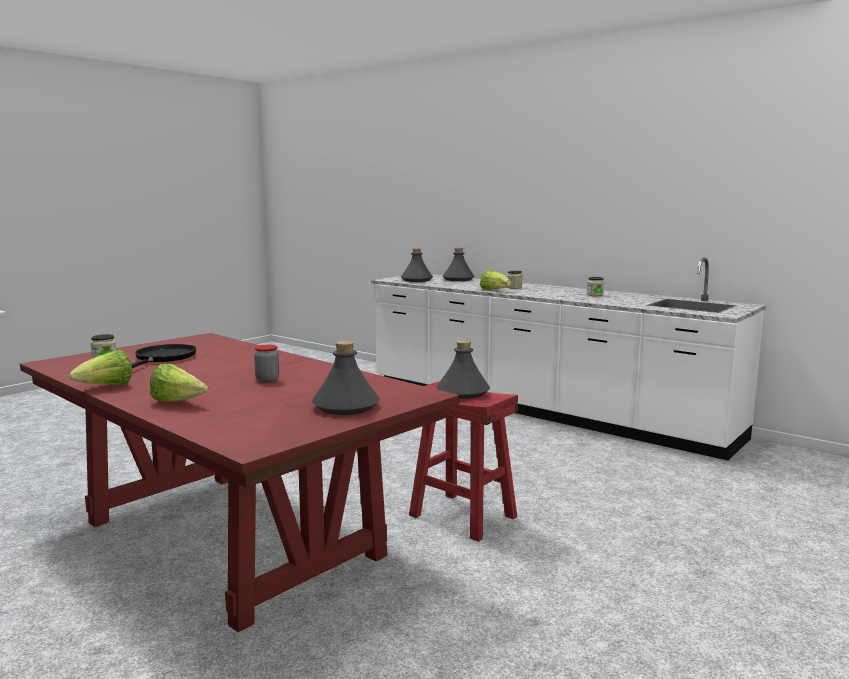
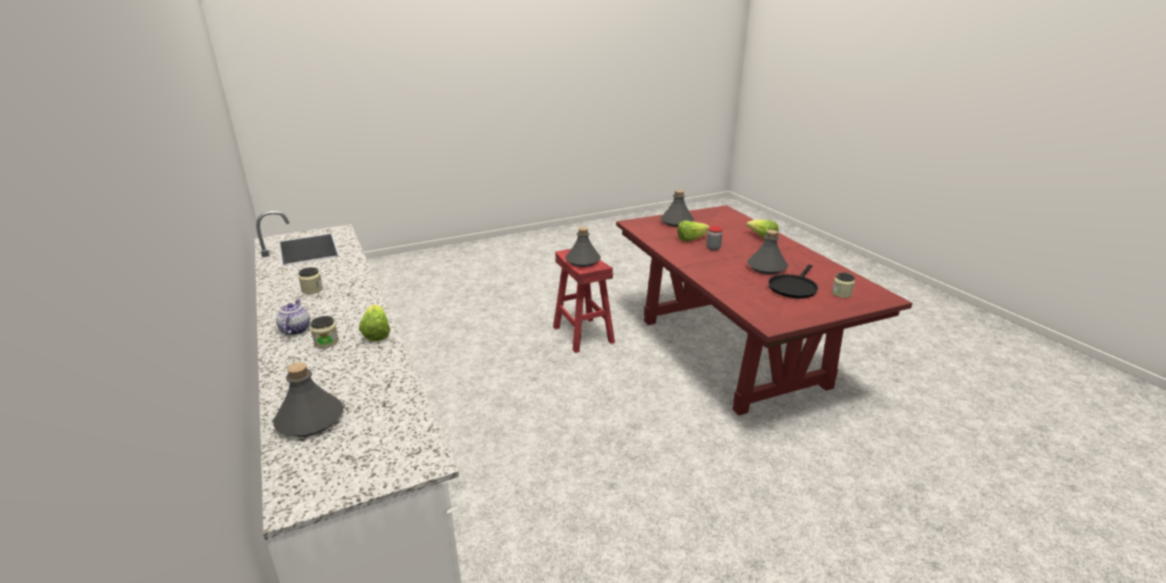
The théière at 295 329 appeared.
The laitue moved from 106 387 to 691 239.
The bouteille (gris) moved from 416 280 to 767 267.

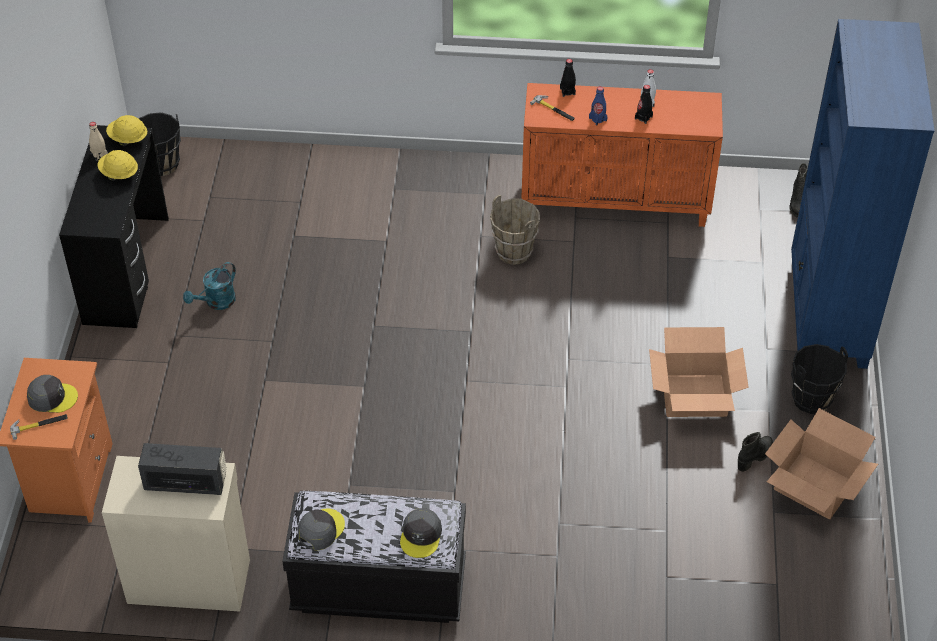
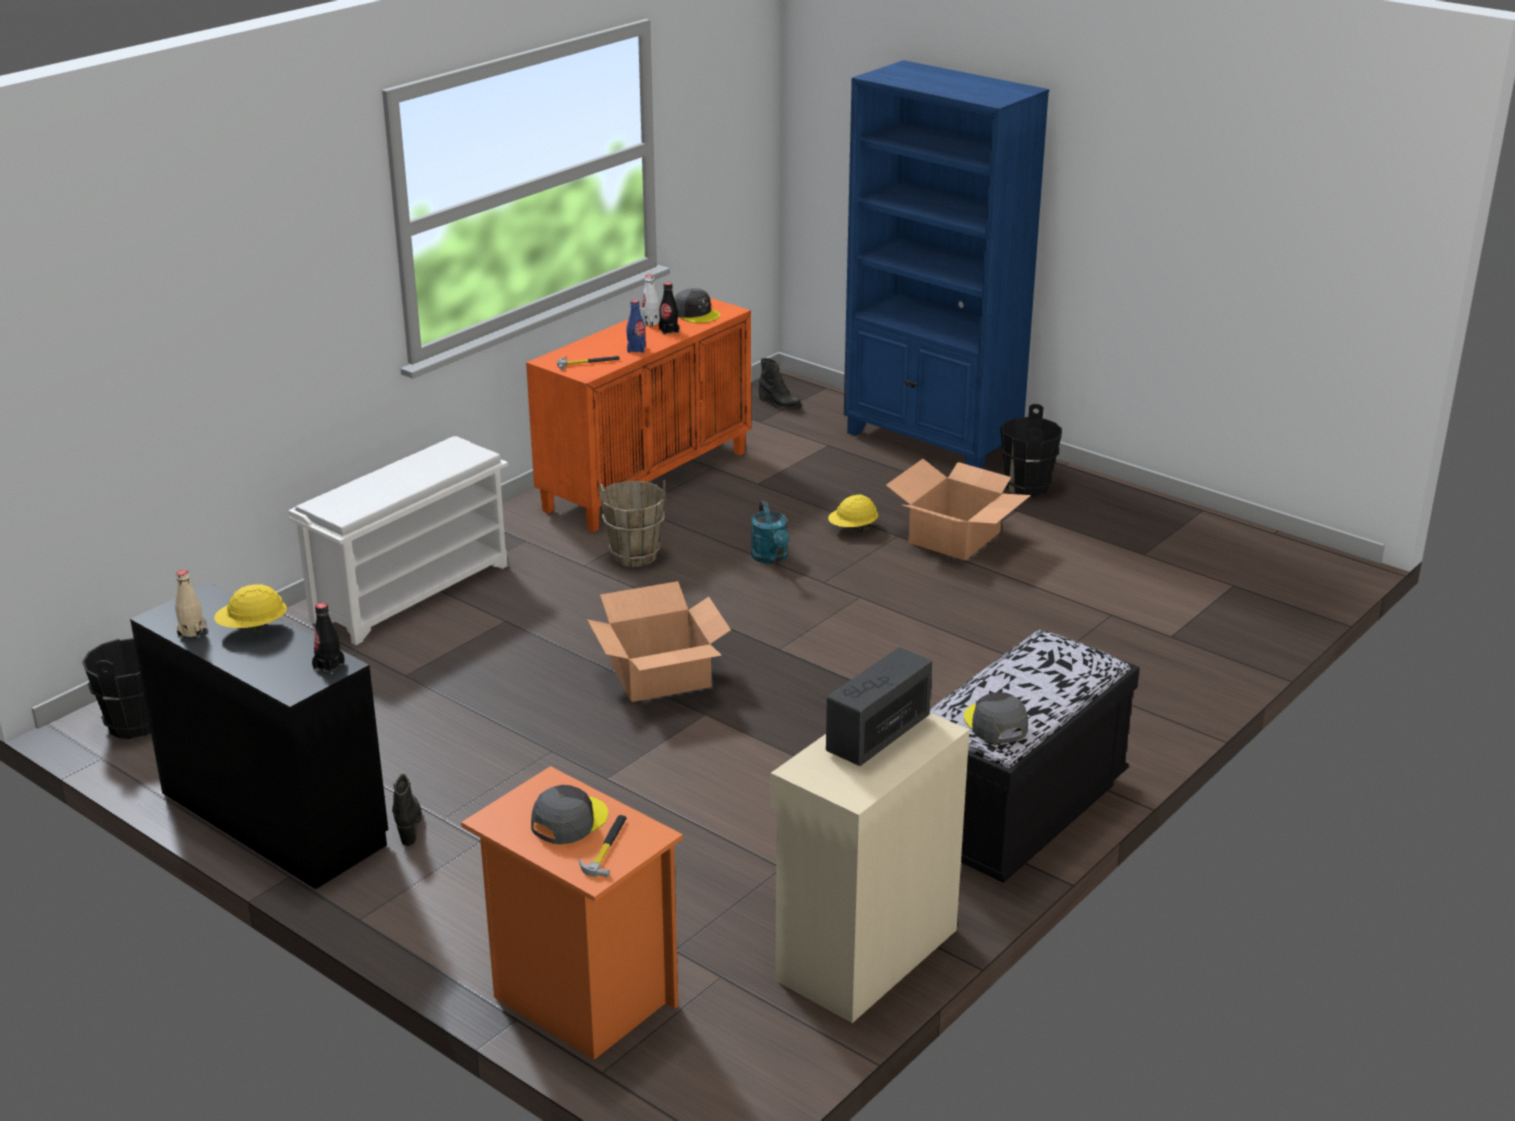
The étagère à chaussures (blanc) at 411 592 appeared.
The casque de chantier (jaune) moved from 128 139 to 853 529.
The arrosoir (turquoise) moved from 216 302 to 771 558.
The casquette (gris) moved from 421 536 to 696 313.
The bouteille (noir) moved from 567 91 to 329 666.
The botte (noir) moved from 755 457 to 408 824.
The carton moved from 814 486 to 661 676.

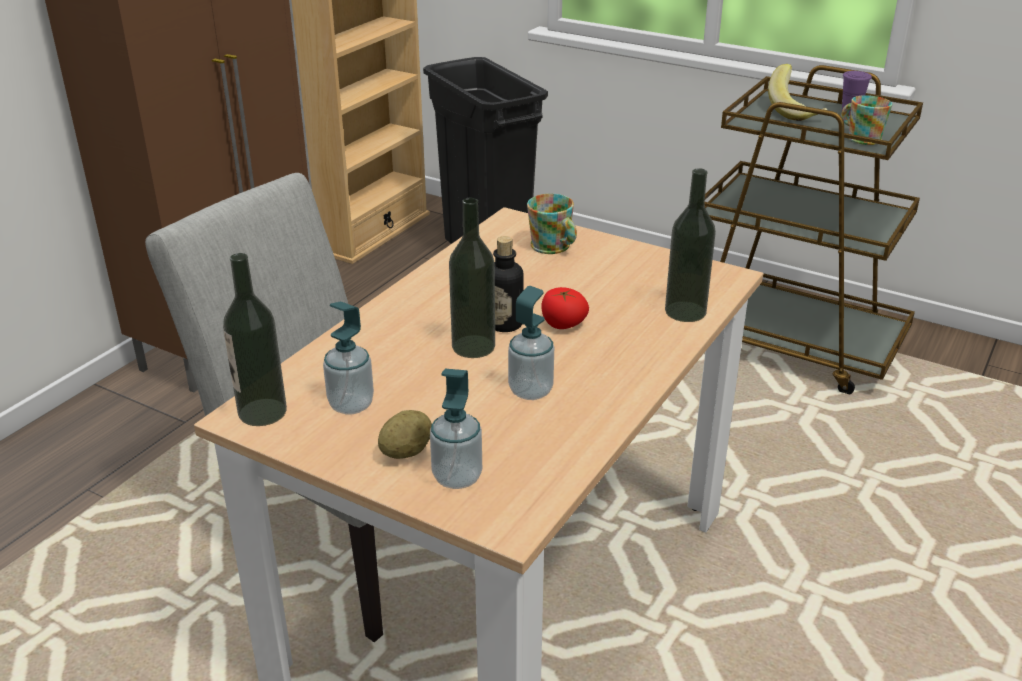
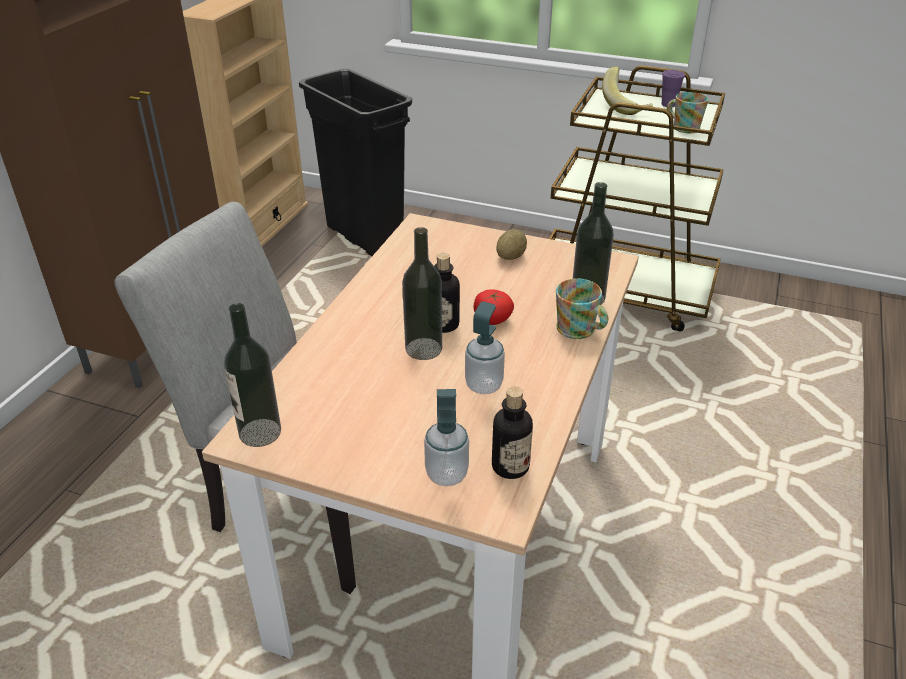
The distributeur de savon at 351 405 disappeared.
The bouteille at 510 466 appeared.
The pomme de terre moved from 406 452 to 510 257.
The mug moved from 553 248 to 580 330.

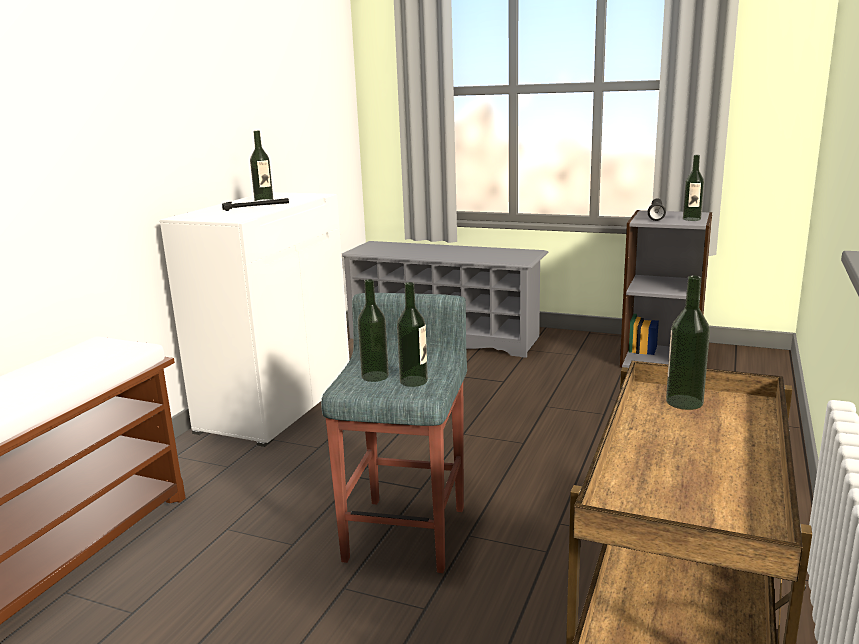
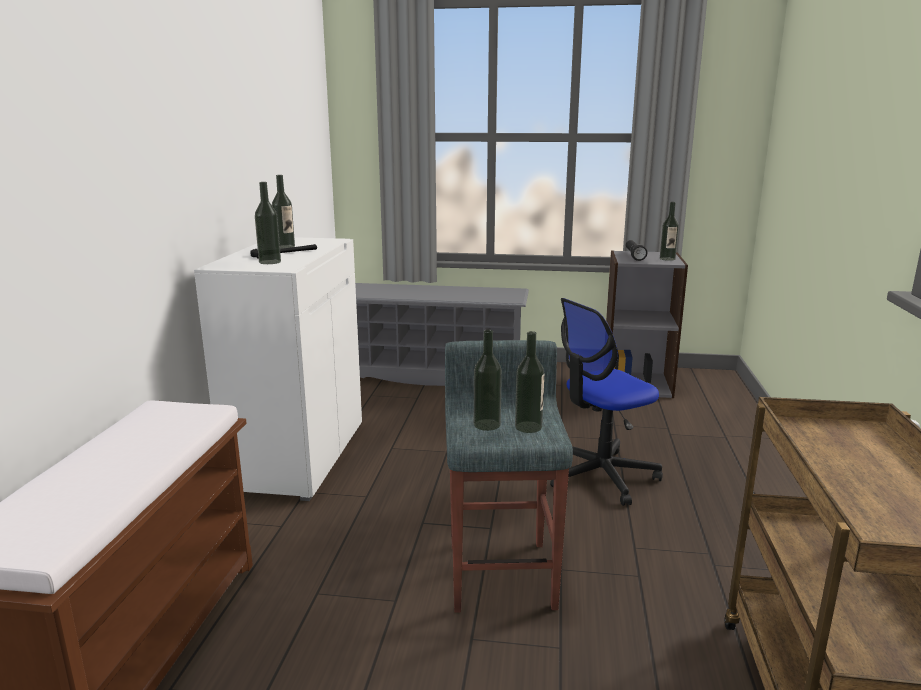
The chaise de bureau at 600 475 appeared.
The bouteille moved from 684 402 to 270 262.

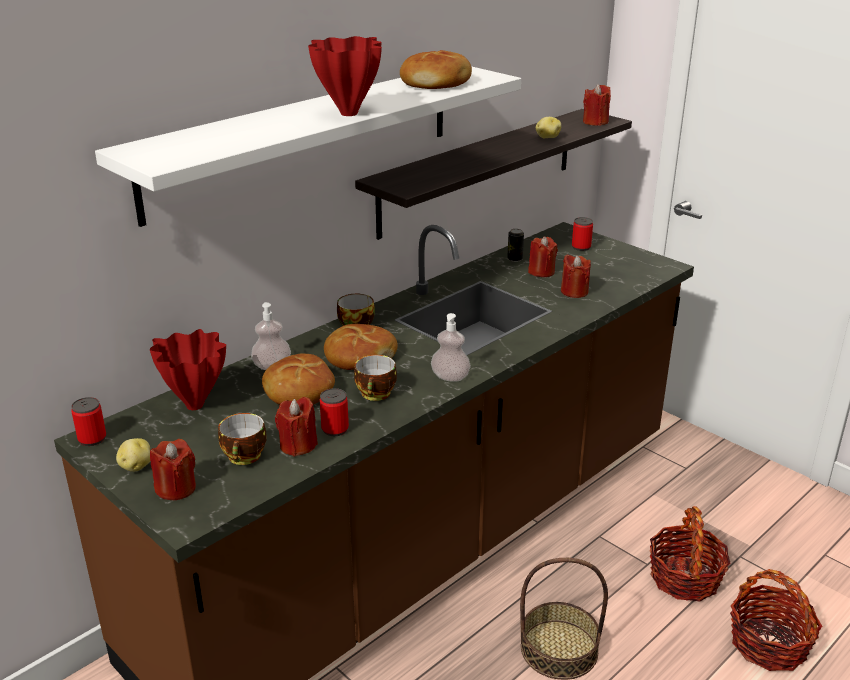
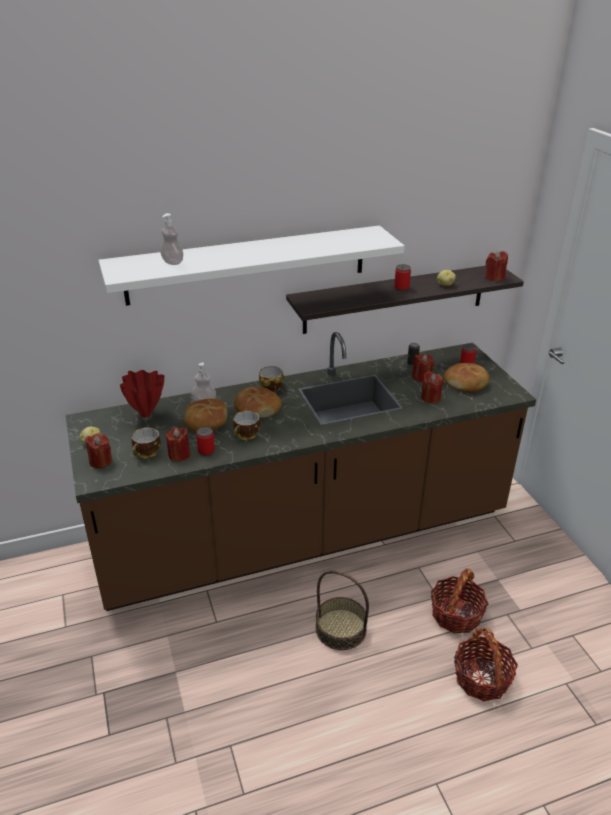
The vase (rouge) at 347 114 disappeared.
The boîte métallique moved from 92 439 to 401 288.
The pain moved from 437 83 to 466 383.
The distributeur de savon moved from 450 377 to 172 262.

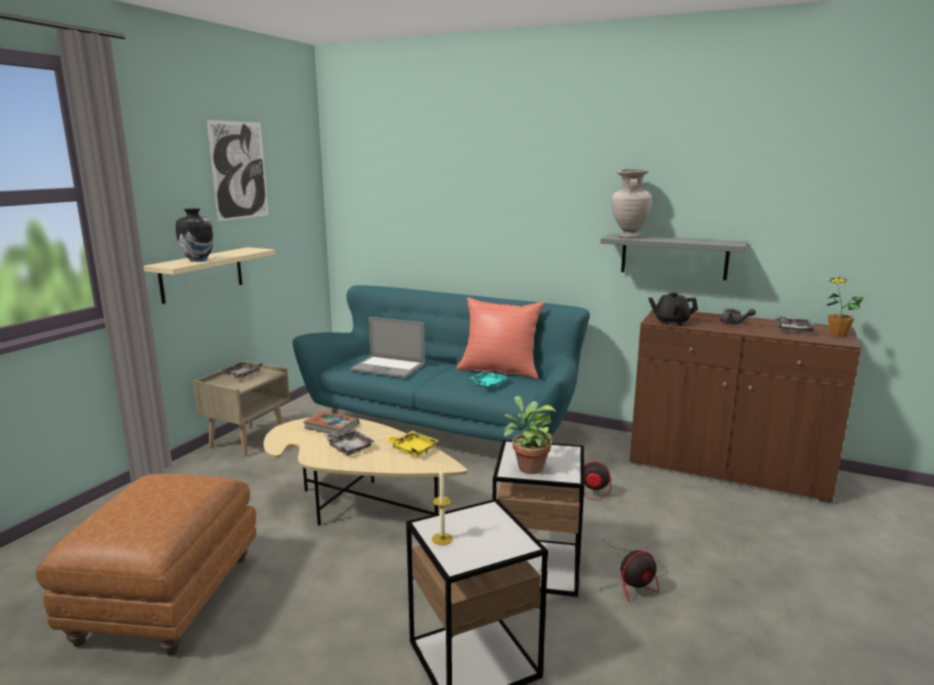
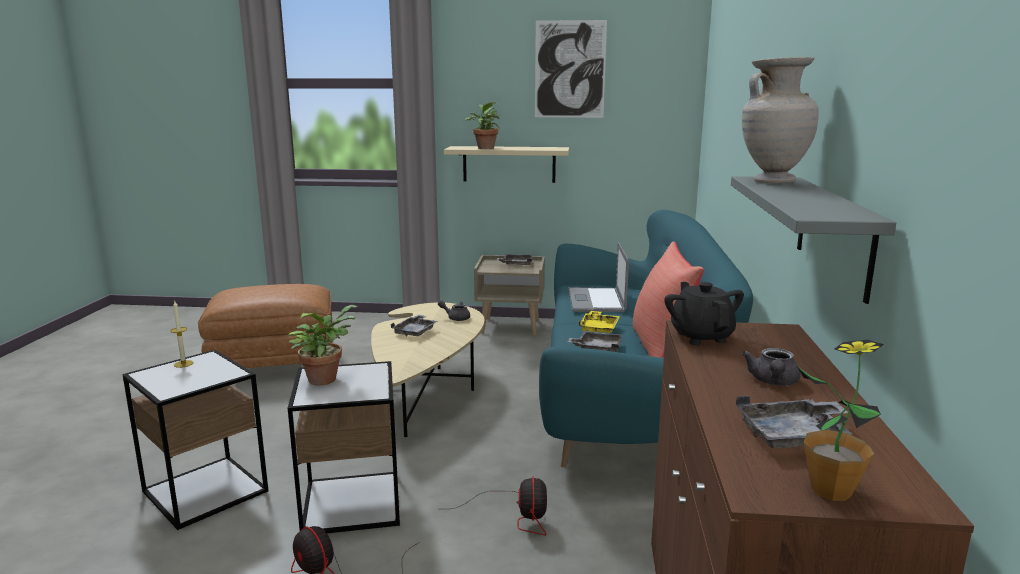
The plateau (jaune) moved from 412 449 to 599 328.
The vase at 198 260 was replaced by the plante en pot at 484 148.
The livre at 331 427 was replaced by the théière (gris) at 456 318.
The plateau (turquoise) at 489 384 became the plateau (gris) at 597 348.

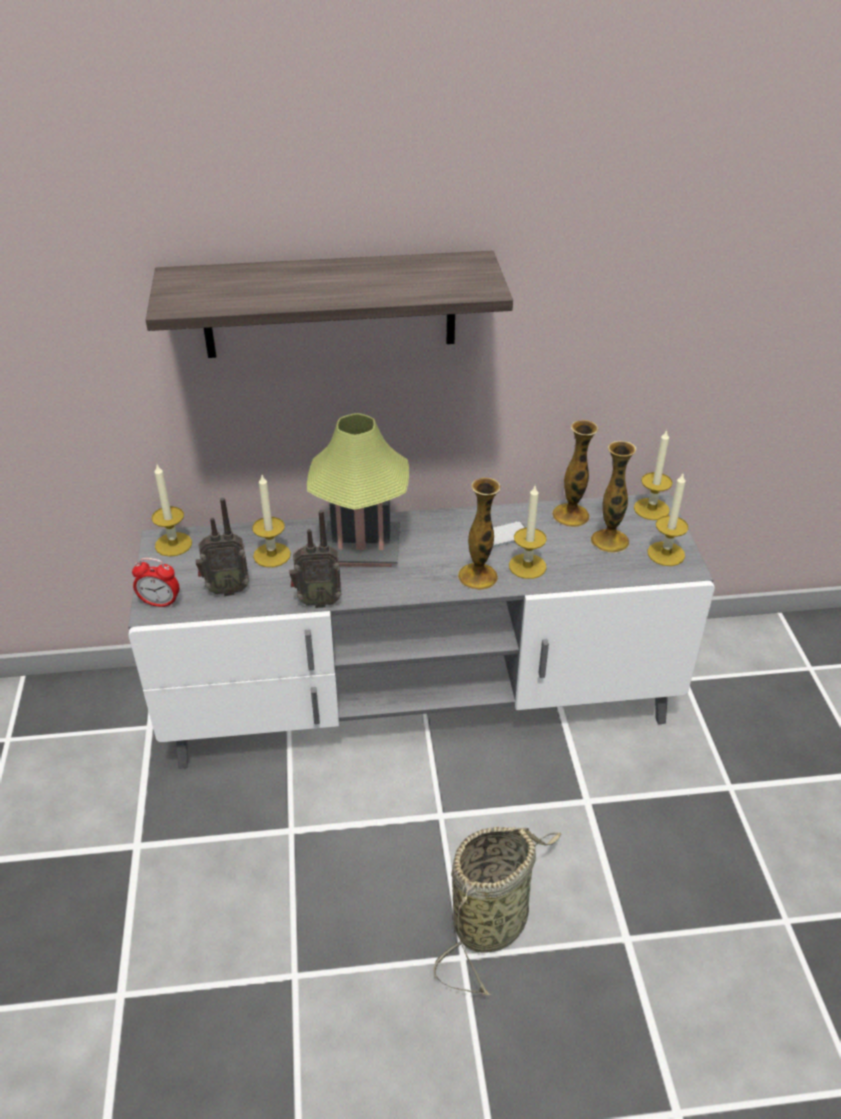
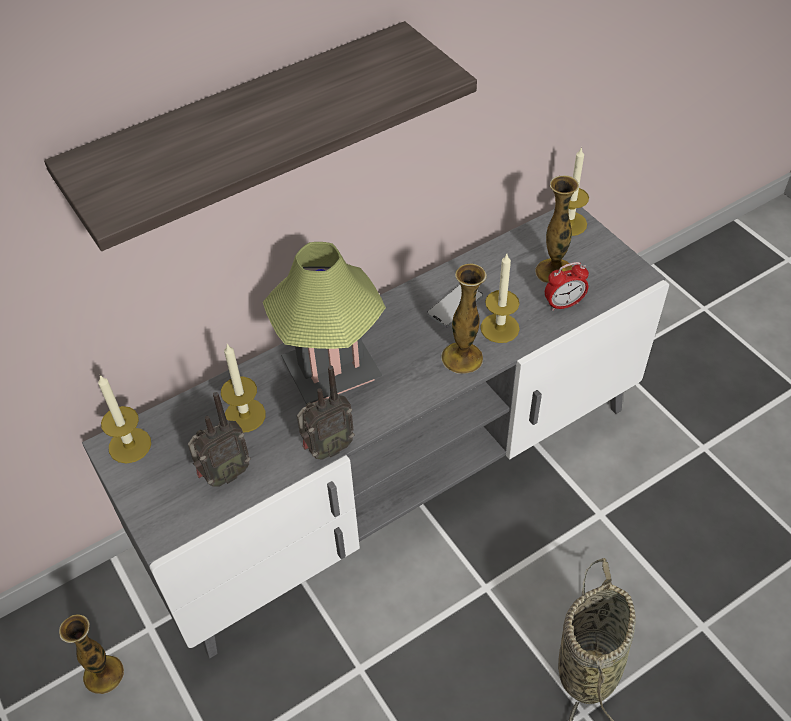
The bougie at 666 554 disappeared.
The réveil moved from 160 603 to 563 304.
The vase moved from 570 515 to 103 674.

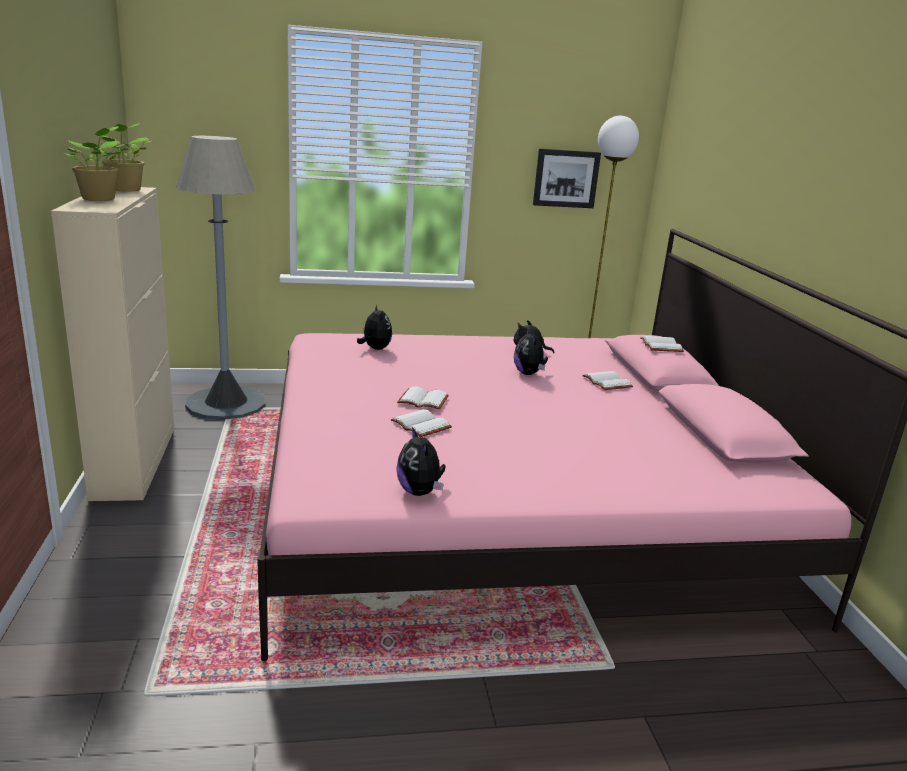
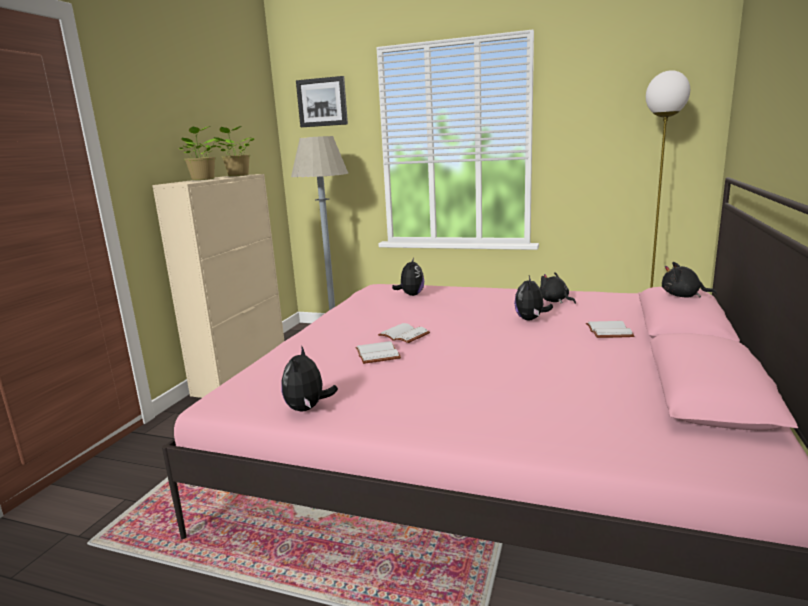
The tableau moved from 566 178 to 322 102.
The livre (blanc) at 662 346 was replaced by the peluche (noir) at 683 296.

